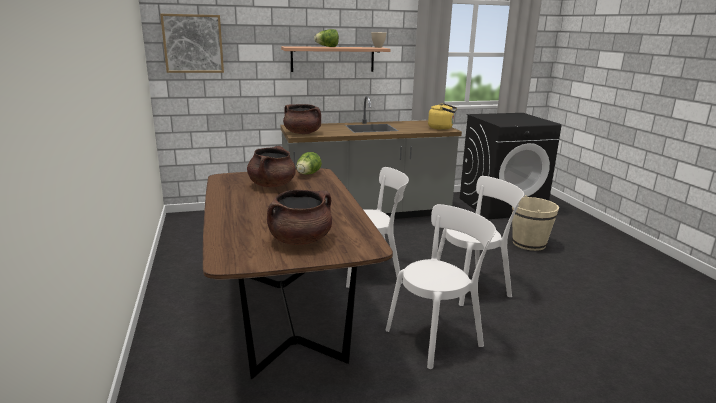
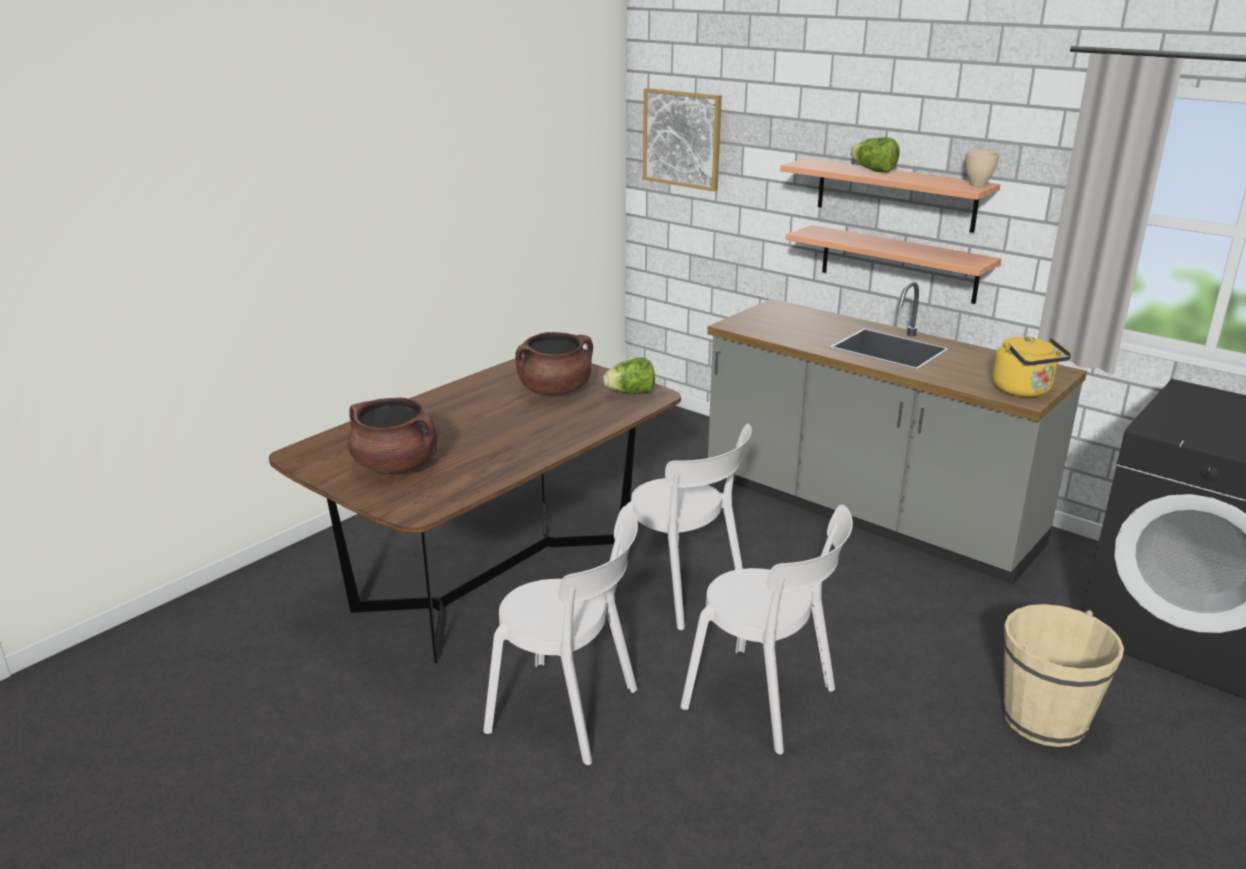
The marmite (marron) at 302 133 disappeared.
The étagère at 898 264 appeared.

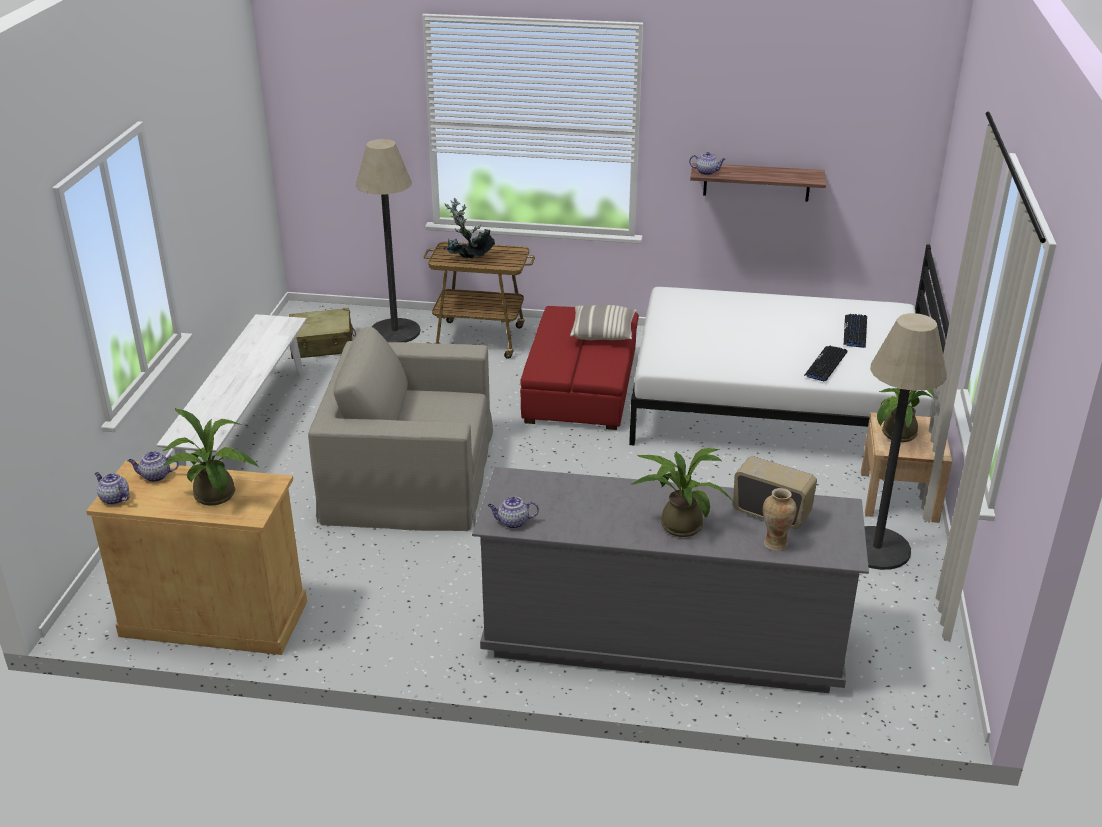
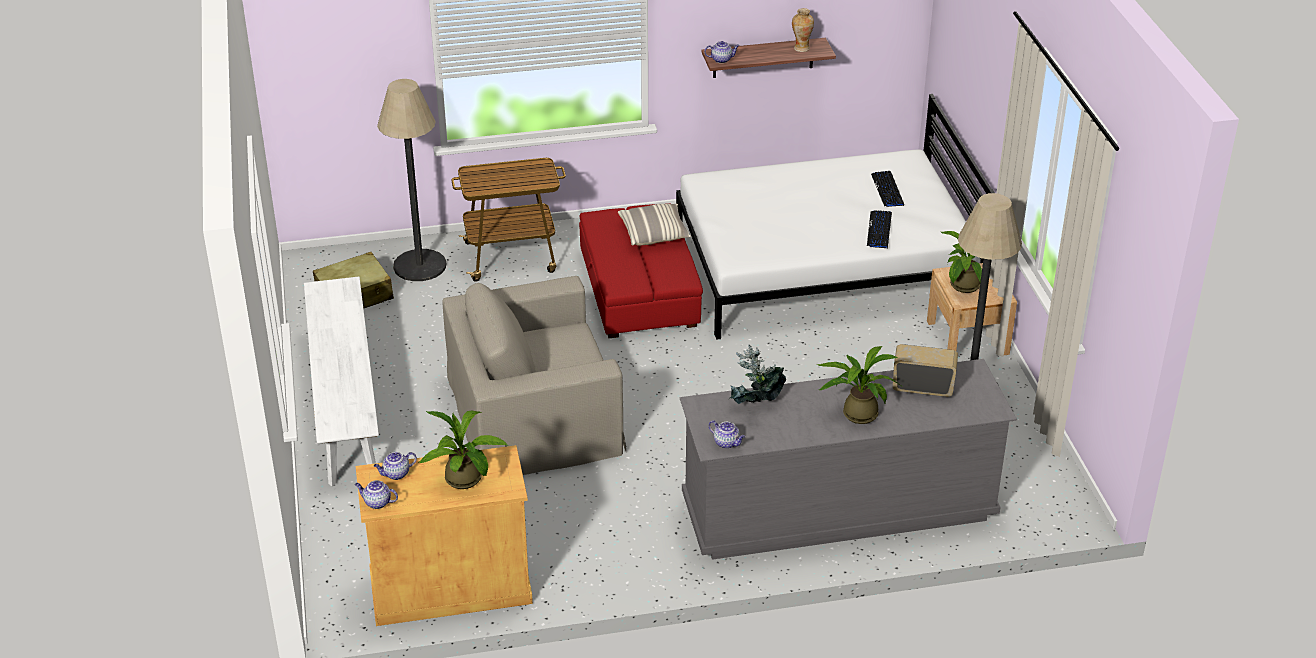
The plante en pot moved from 467 261 to 756 406.
The vase moved from 775 543 to 801 48.
The théière at 512 522 turned 120 degrees counterclockwise.

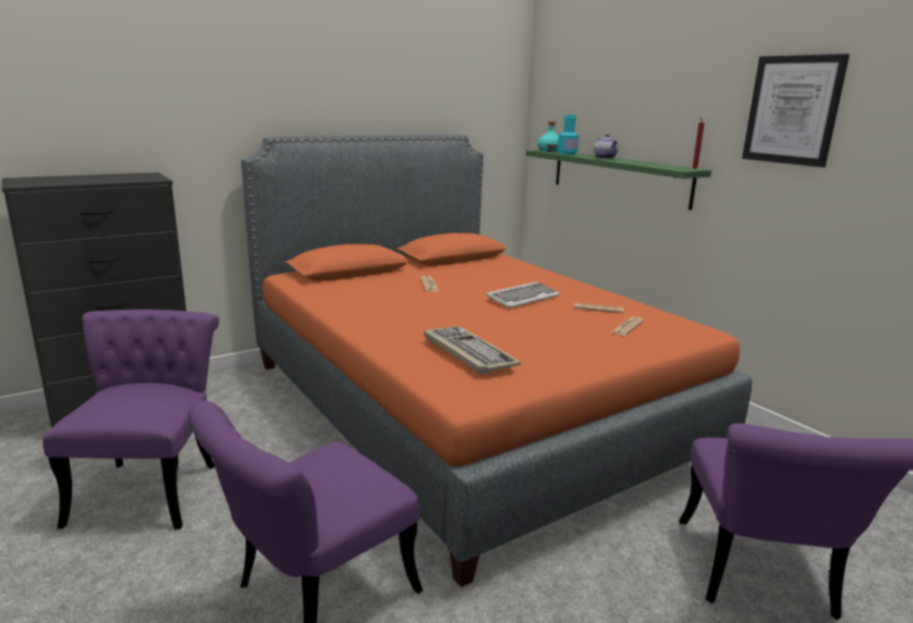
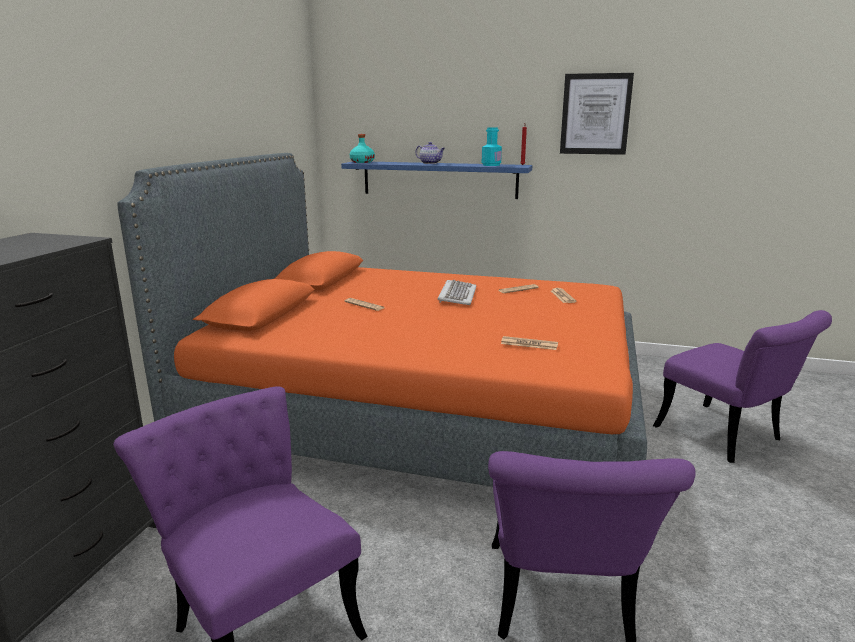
The bouteille (turquoise) moved from 567 153 to 491 165.
The clavier at 467 352 was replaced by the journal at 529 344.
The étagère (vert) at 619 177 became the étagère (bleu) at 439 179.

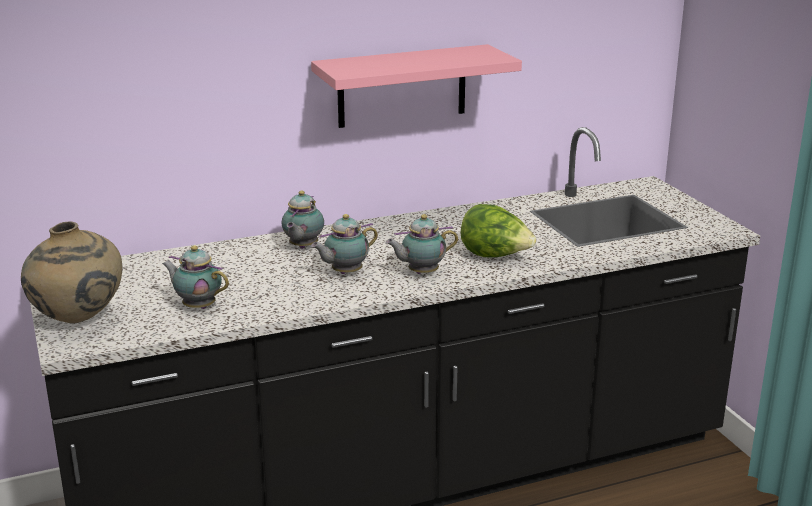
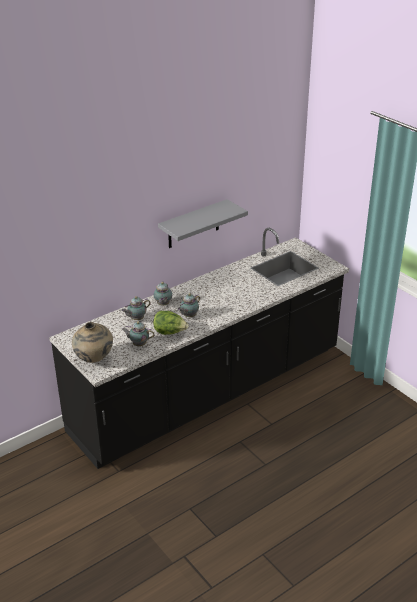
The théière moved from 421 273 to 136 319.
The laitue moved from 495 256 to 170 332.
The étagère (rose) at 402 86 became the étagère (gris) at 193 224.

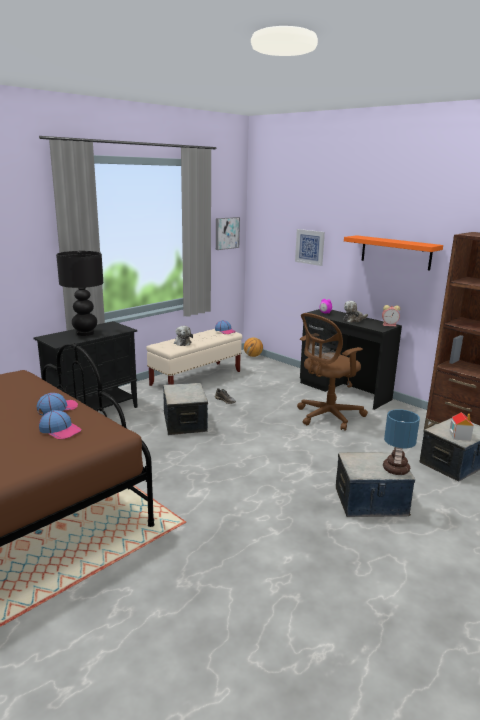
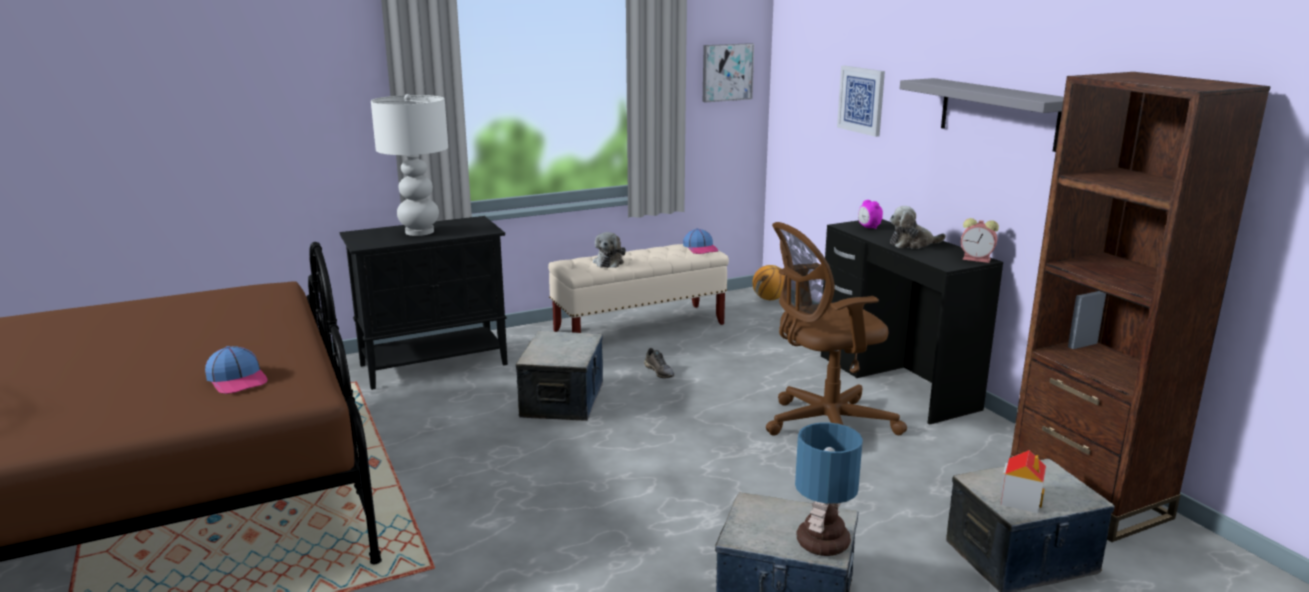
The casquette at 57 408 disappeared.
The lampe de table (noir) at 85 333 became the lampe de table (blanc) at 419 232.
The étagère (orange) at 395 252 became the étagère (gris) at 998 113.

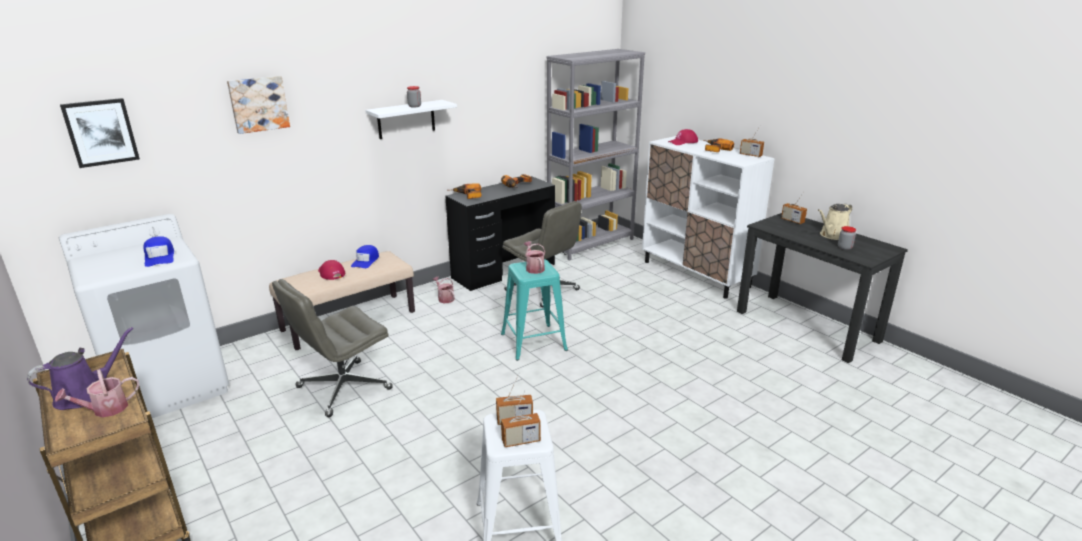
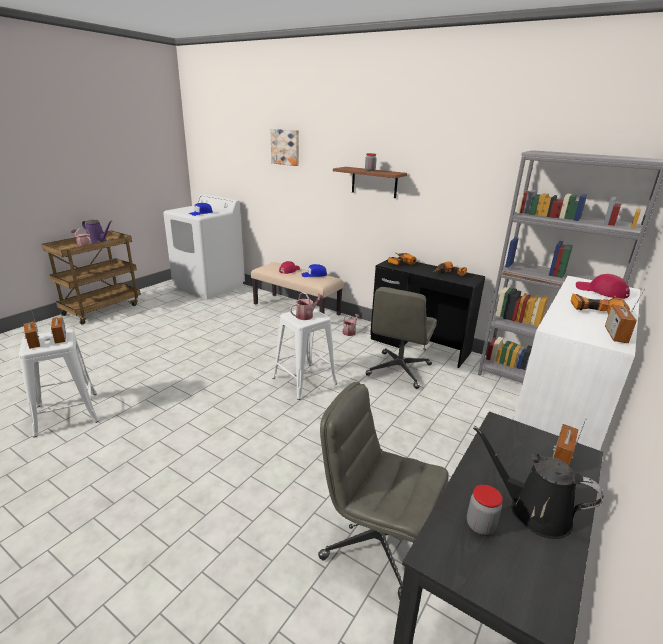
The tableau at 101 132 disappeared.
The chaise de bureau (gris) moved from 343 388 to 376 543.
The étagère (blanc) at 406 119 became the étagère (marron) at 374 182.
The tabouret (turquoise) at 533 342 became the tabouret (blanc) at 304 381.
The arrosoir (beige) at 832 235 became the arrosoir (noir) at 533 511.

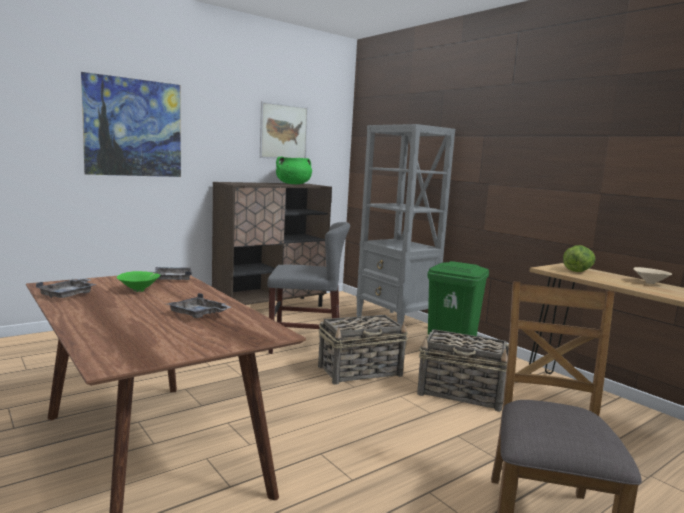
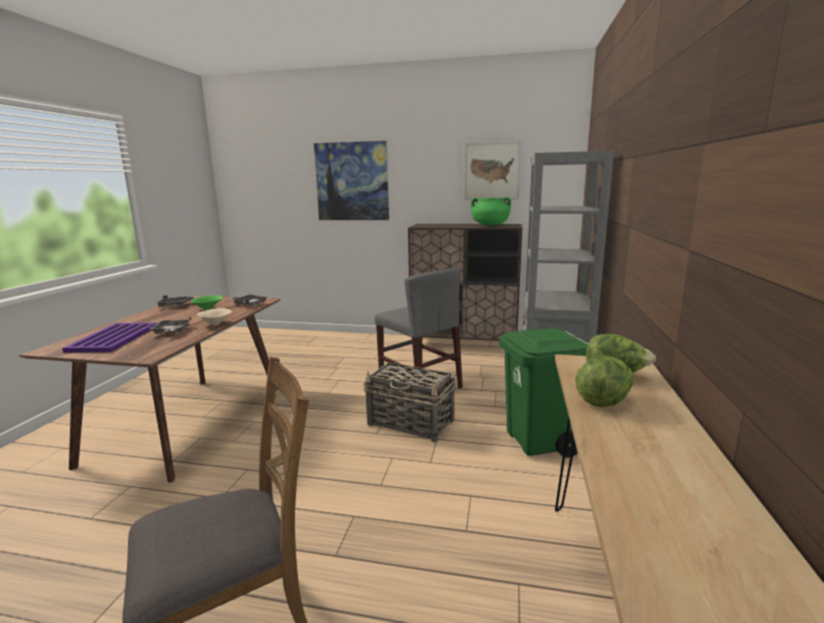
The panier at 462 393 disappeared.
The plateau (violet) at 114 338 appeared.
The laitue at 603 400 appeared.
The bol (beige) moved from 649 283 to 215 324.

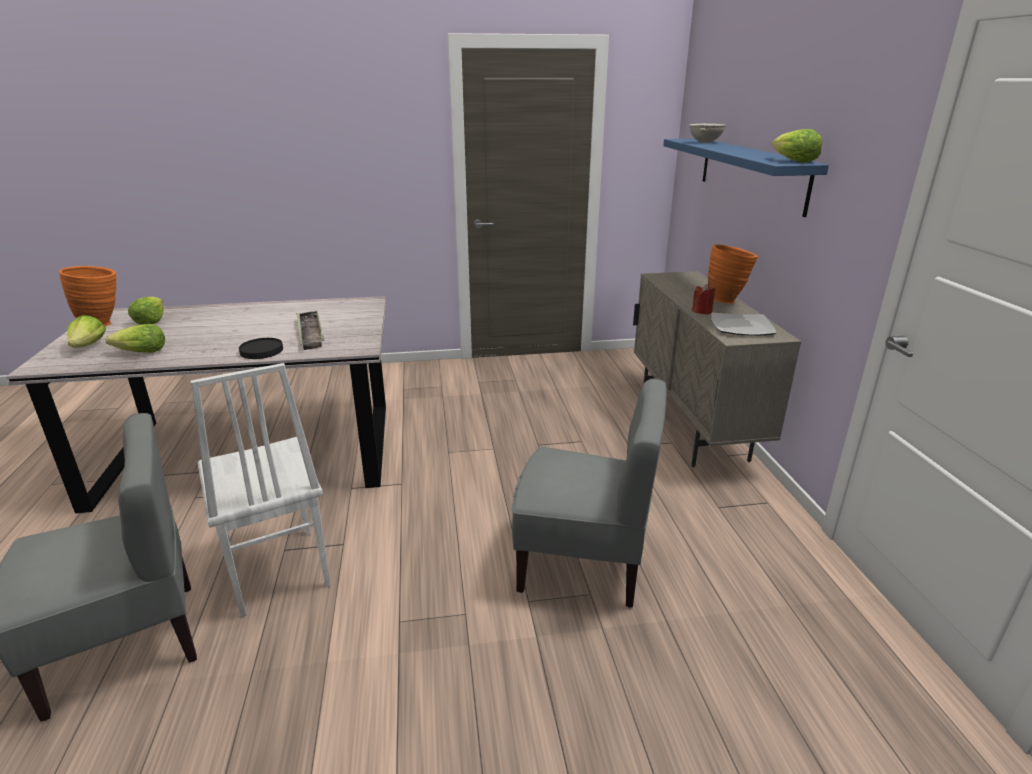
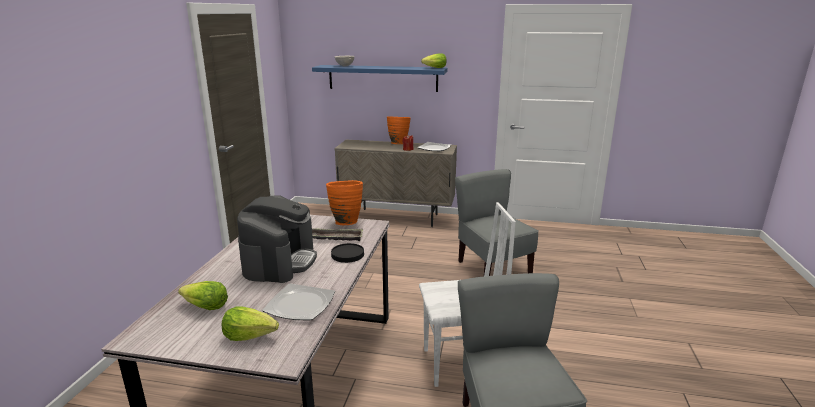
The machine à café at 280 261 appeared.
The vase (orange) moved from 103 323 to 345 222.
The laitue at 141 353 was replaced by the assiette at 301 304.
The chaise (gris) at 582 563 turned 60 degrees counterclockwise.

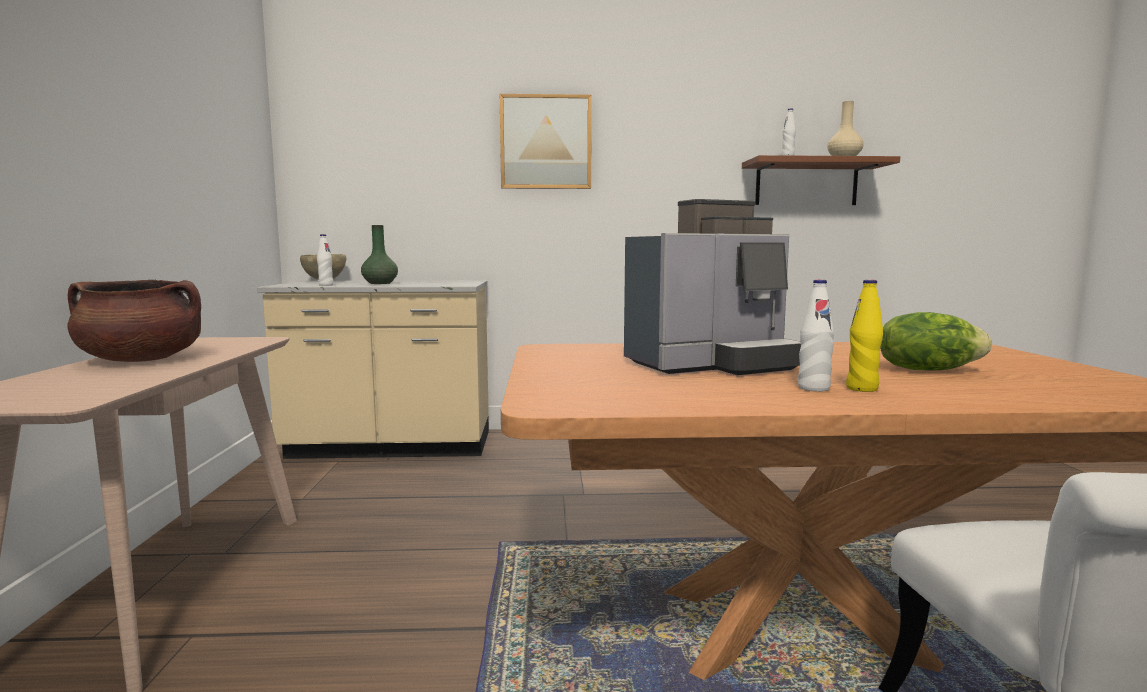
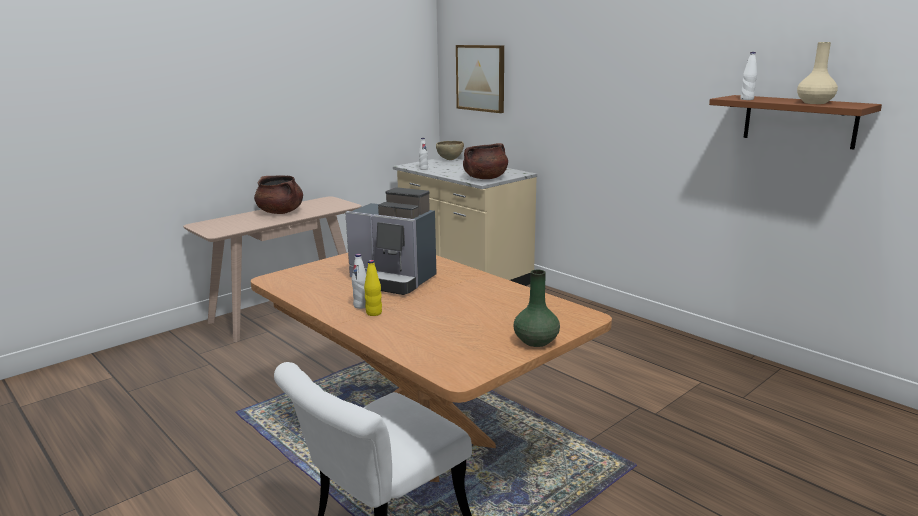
The laitue at 927 370 disappeared.
The marmite (marron) at 485 178 appeared.
The vase (vert) moved from 380 283 to 536 341.
The tableau moved from 546 142 to 481 78.

